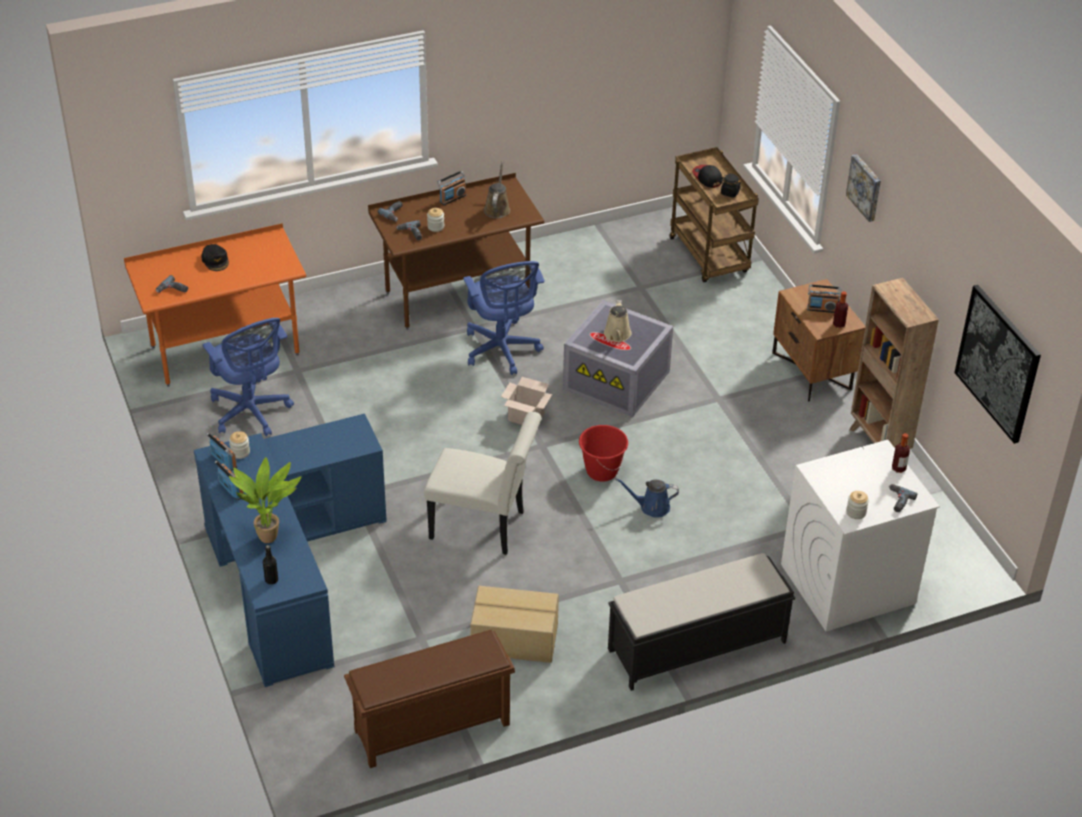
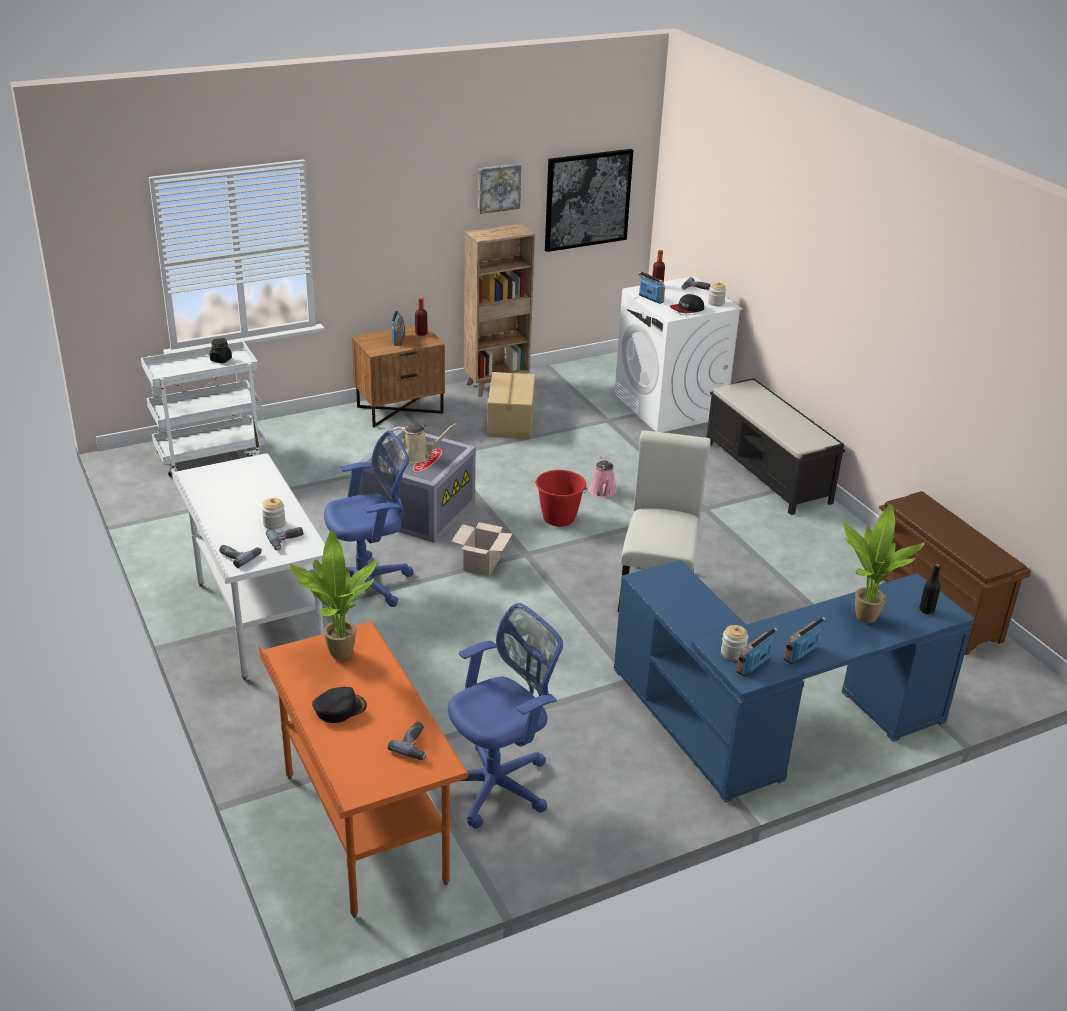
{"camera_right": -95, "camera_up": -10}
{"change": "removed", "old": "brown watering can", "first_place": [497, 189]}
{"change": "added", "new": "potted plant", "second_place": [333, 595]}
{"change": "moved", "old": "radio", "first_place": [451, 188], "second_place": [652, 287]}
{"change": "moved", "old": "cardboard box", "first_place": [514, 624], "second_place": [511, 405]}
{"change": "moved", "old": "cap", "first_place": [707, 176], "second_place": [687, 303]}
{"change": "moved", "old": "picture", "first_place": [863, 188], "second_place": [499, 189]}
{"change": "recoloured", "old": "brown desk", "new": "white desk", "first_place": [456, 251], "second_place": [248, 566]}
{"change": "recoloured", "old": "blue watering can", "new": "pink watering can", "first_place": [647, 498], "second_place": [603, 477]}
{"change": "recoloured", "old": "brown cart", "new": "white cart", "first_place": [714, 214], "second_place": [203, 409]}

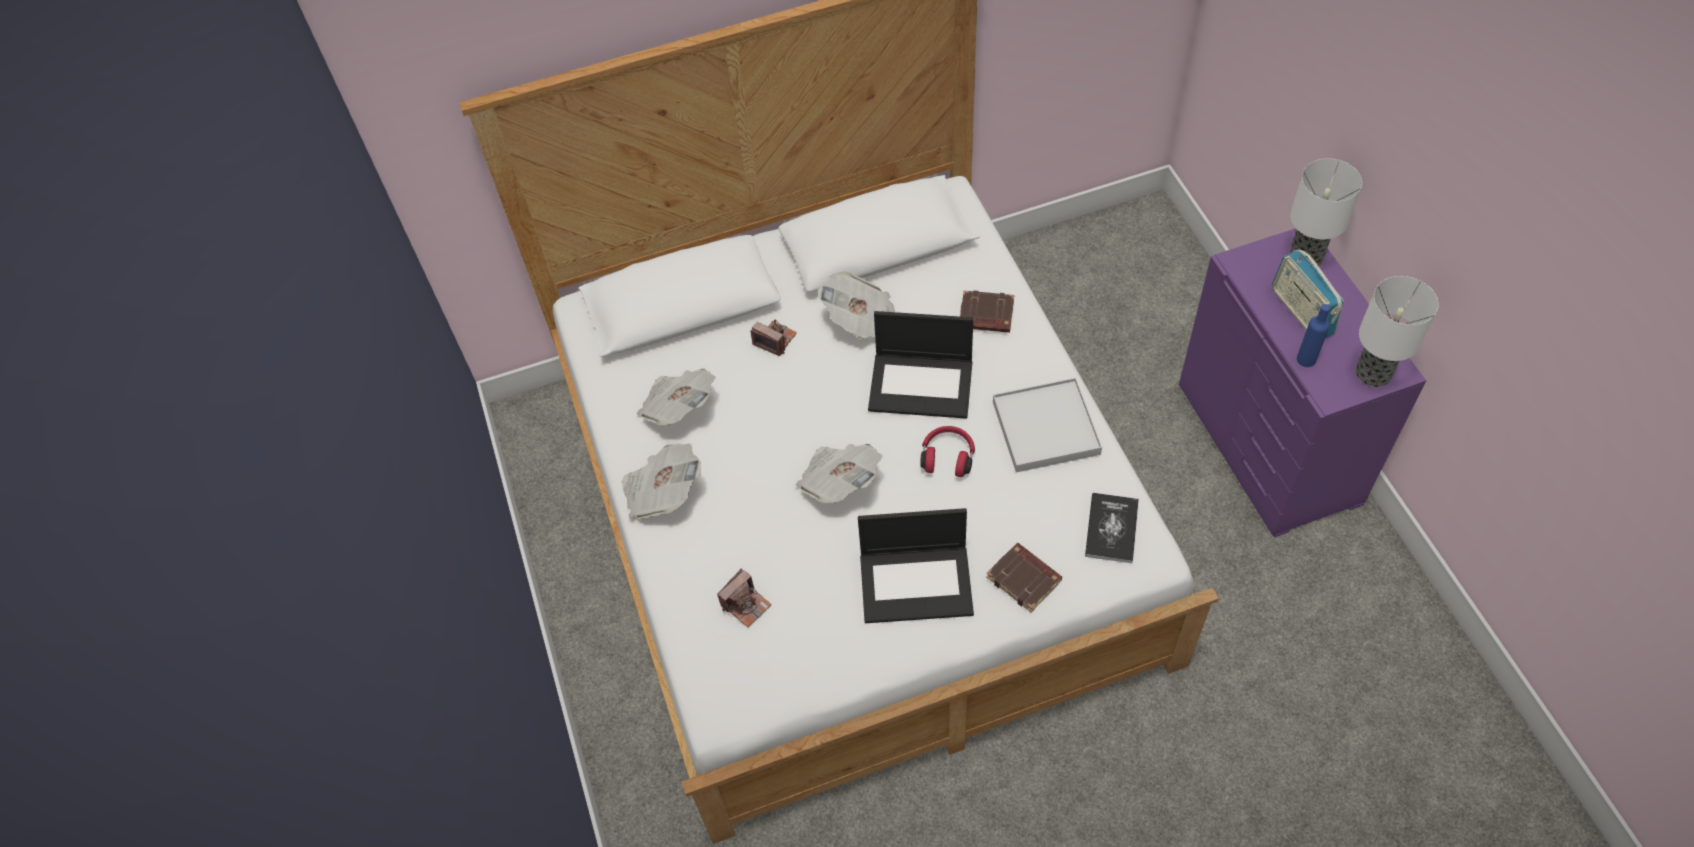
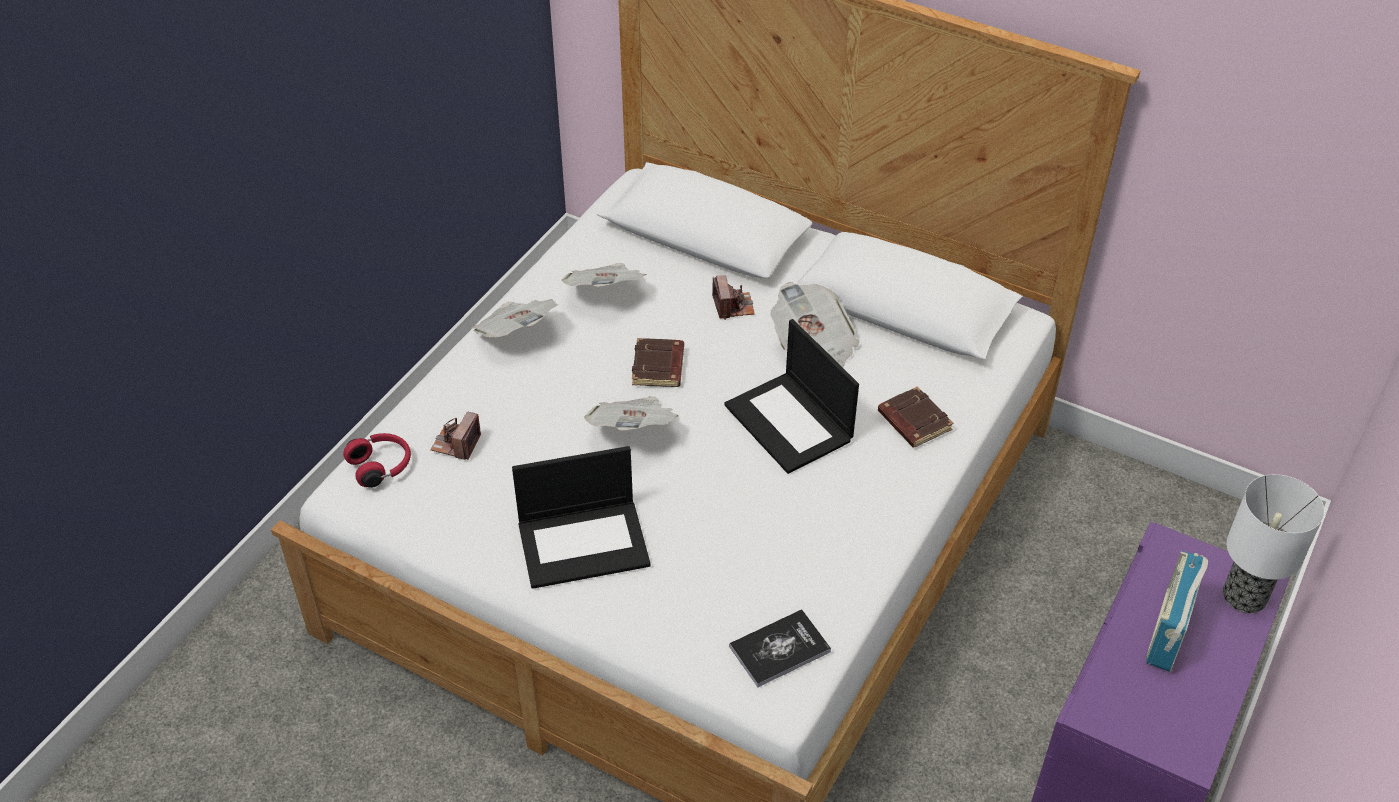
{"camera_right": 45, "camera_up": -10}
{"change": "removed", "old": "white tray", "first_place": [1047, 425]}
{"change": "removed", "old": "blue bottle", "first_place": [1313, 335]}
{"change": "removed", "old": "table lamp", "first_place": [1397, 331]}
{"change": "moved", "old": "red headphones", "first_place": [947, 451], "second_place": [377, 460]}
{"change": "moved", "old": "brown book", "first_place": [1024, 577], "second_place": [658, 362]}
{"change": "turned", "old": "photo camera", "first_place": [744, 597], "second_place": [455, 435], "degrees": 105}
{"change": "turned", "old": "laptop", "first_place": [916, 565], "second_place": [581, 517], "degrees": -60}

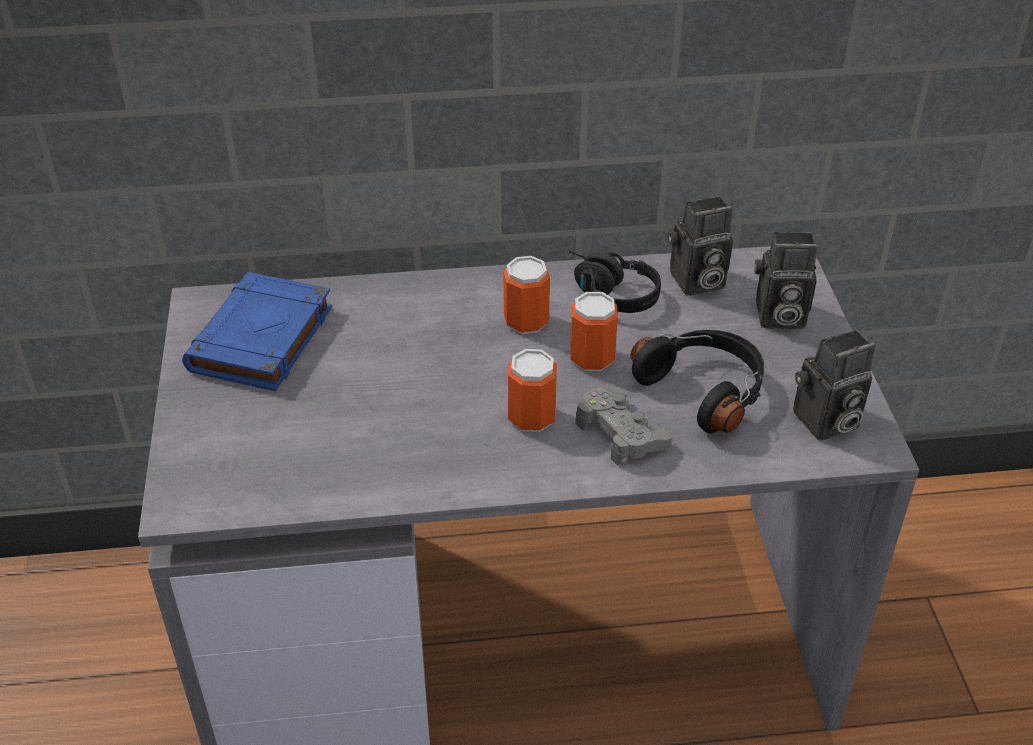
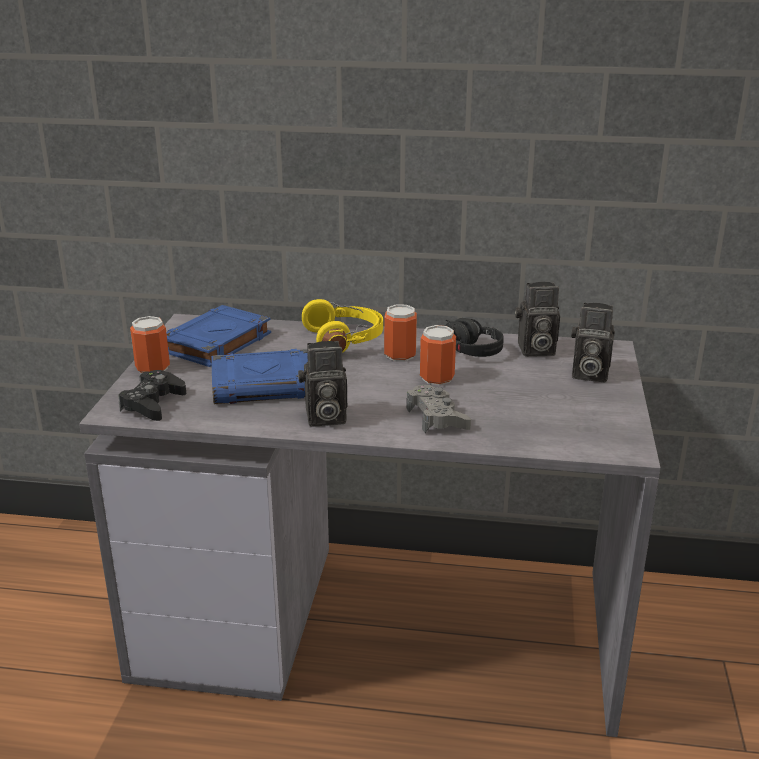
{"camera_right": 15, "camera_up": -15}
{"change": "removed", "old": "black headphones", "first_place": [697, 381]}
{"change": "added", "new": "black game controller", "second_place": [152, 395]}
{"change": "added", "new": "blue book", "second_place": [259, 376]}
{"change": "added", "new": "yellow headphones", "second_place": [342, 326]}
{"change": "moved", "old": "can", "first_place": [532, 390], "second_place": [150, 345]}
{"change": "moved", "old": "photo camera", "first_place": [834, 385], "second_place": [322, 384]}

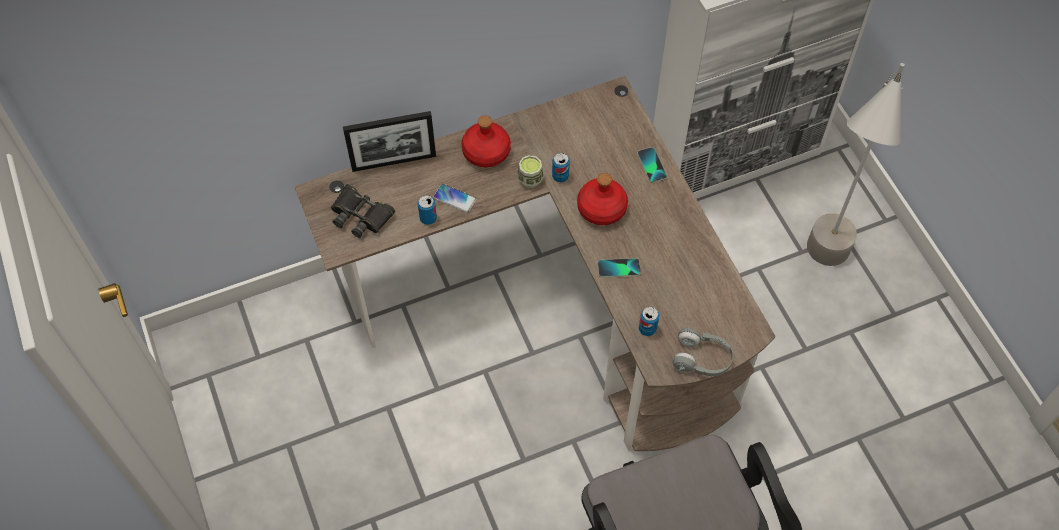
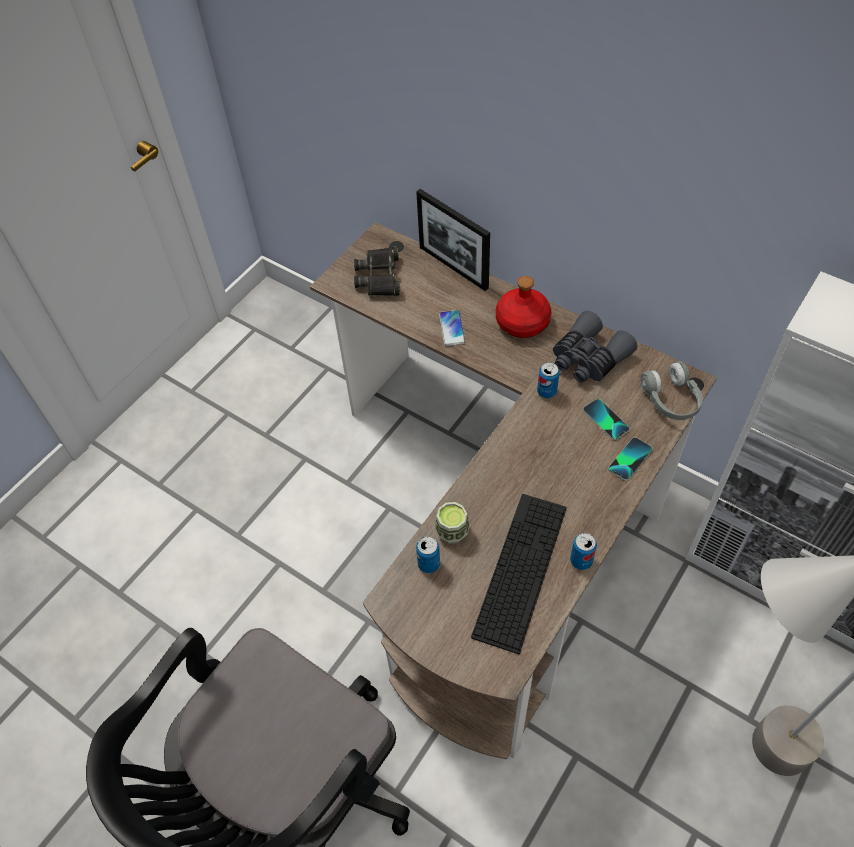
{"camera_right": 60, "camera_up": -5}
{"change": "removed", "old": "red bottle", "first_place": [602, 199]}
{"change": "added", "new": "keyboard", "second_place": [519, 574]}
{"change": "added", "new": "grey binoculars", "second_place": [595, 346]}
{"change": "moved", "old": "can", "first_place": [427, 210], "second_place": [583, 551]}
{"change": "moved", "old": "cup", "first_place": [530, 171], "second_place": [452, 522]}
{"change": "moved", "old": "phone", "first_place": [619, 268], "second_place": [606, 419]}
{"change": "moved", "old": "grey headphones", "first_place": [702, 351], "second_place": [671, 390]}

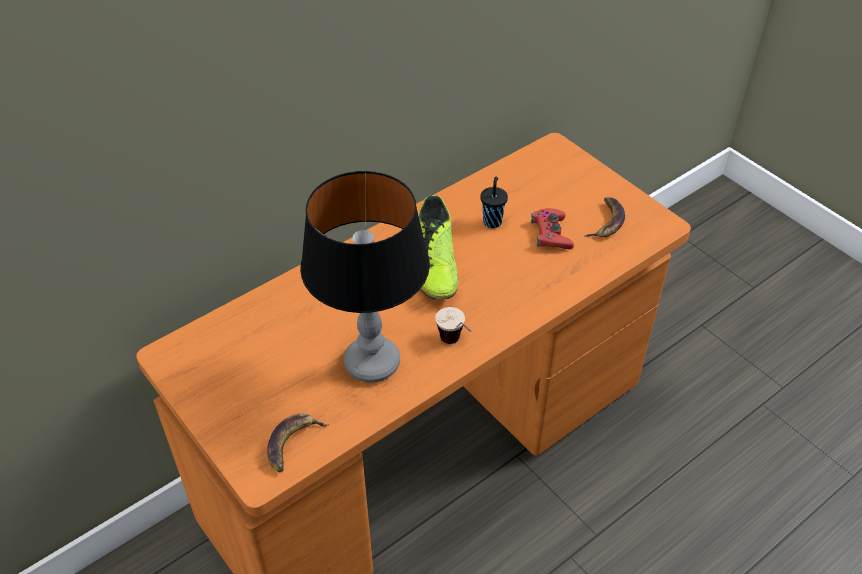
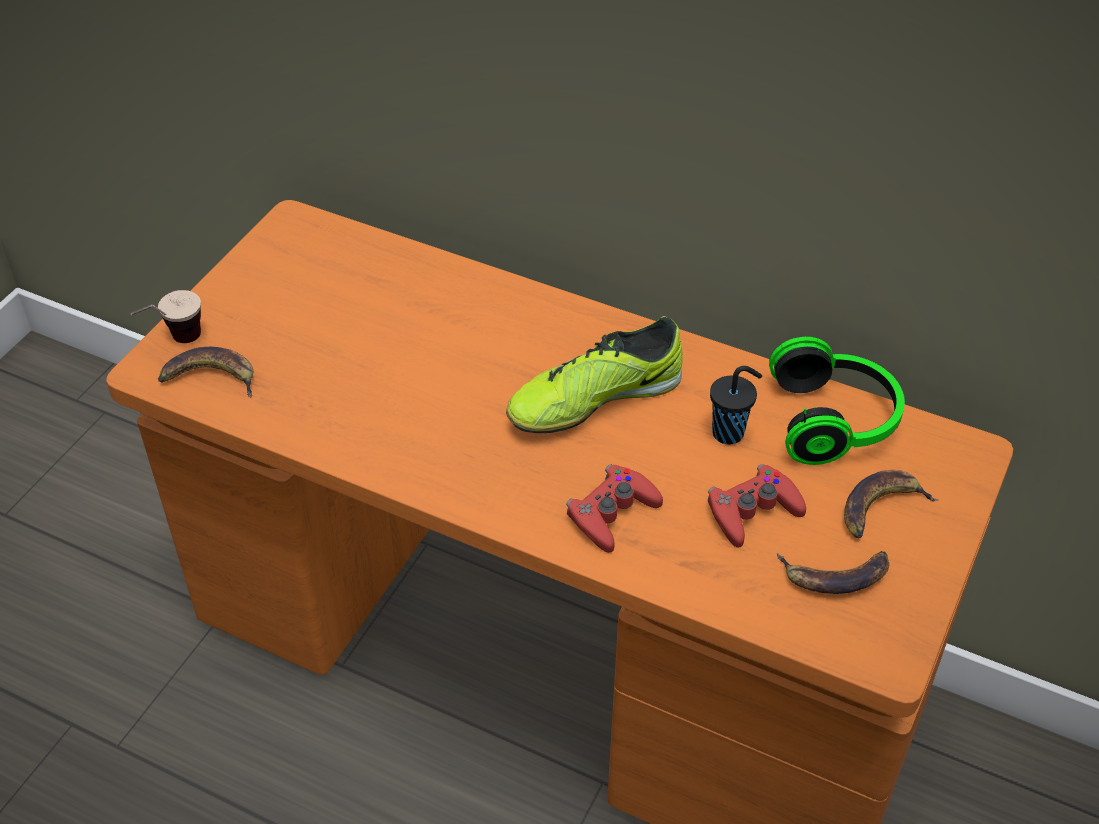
{"camera_right": 65, "camera_up": 0}
{"change": "removed", "old": "table lamp", "first_place": [365, 277]}
{"change": "added", "new": "red game controller", "second_place": [614, 508]}
{"change": "added", "new": "headphones", "second_place": [837, 401]}
{"change": "added", "new": "banana", "second_place": [891, 504]}
{"change": "moved", "old": "cup", "first_place": [453, 325], "second_place": [165, 316]}

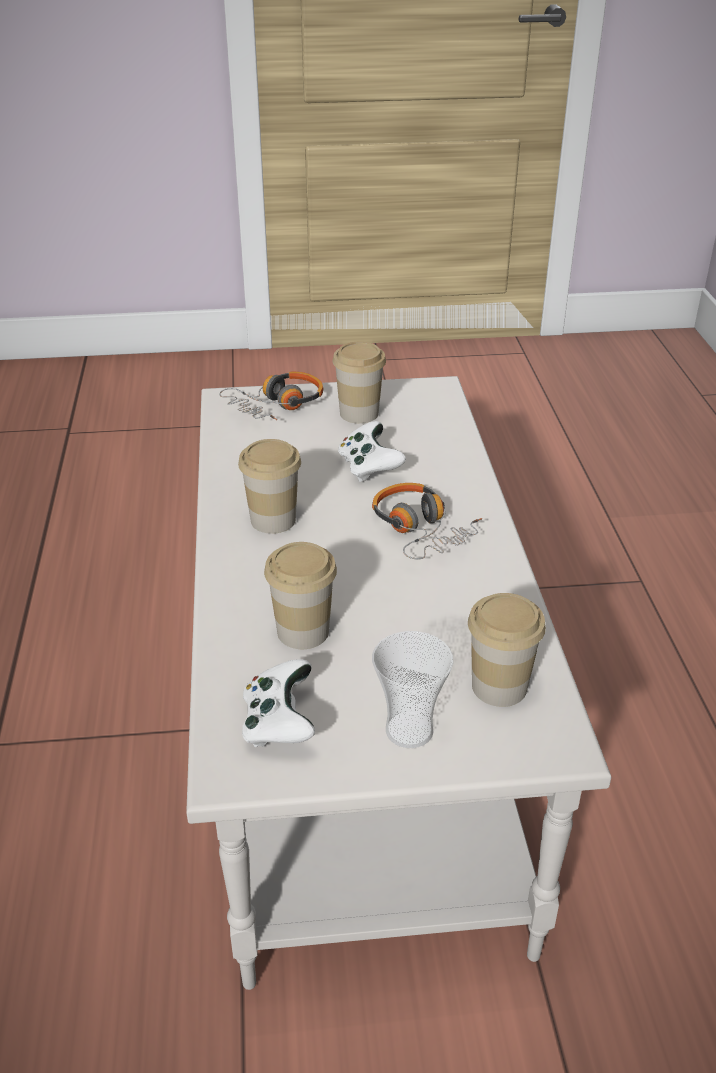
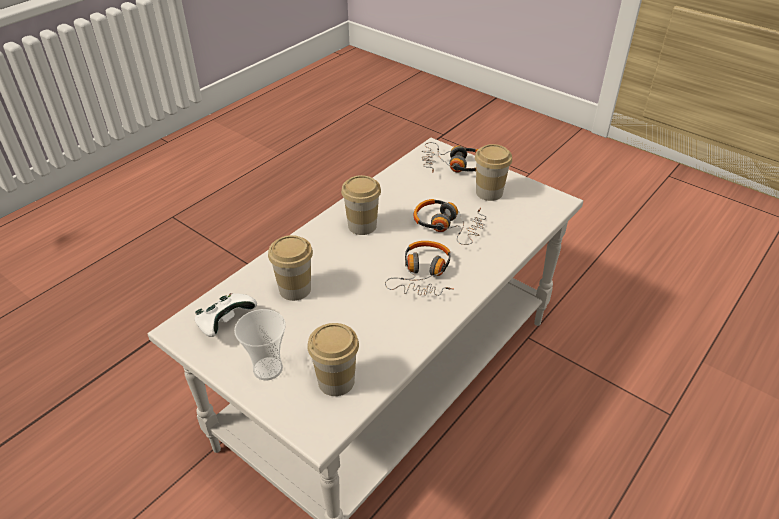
{"camera_right": 45, "camera_up": 5}
{"change": "replaced", "old": "white game controller", "new": "headphones", "first_place": [372, 451], "second_place": [449, 222]}

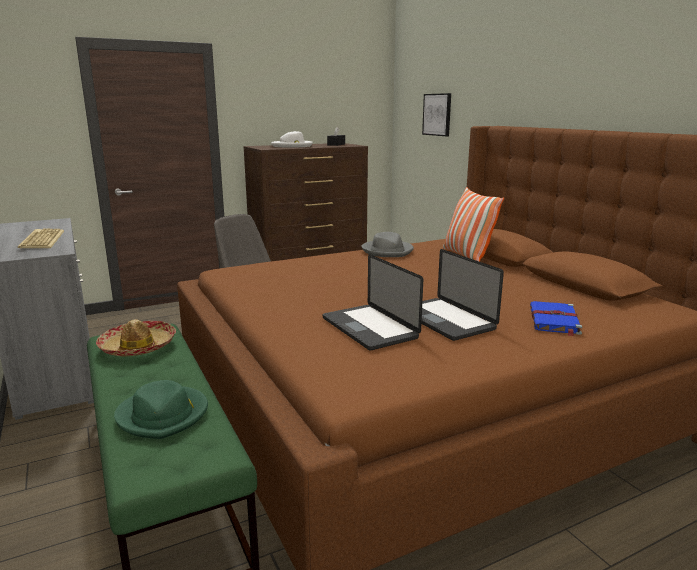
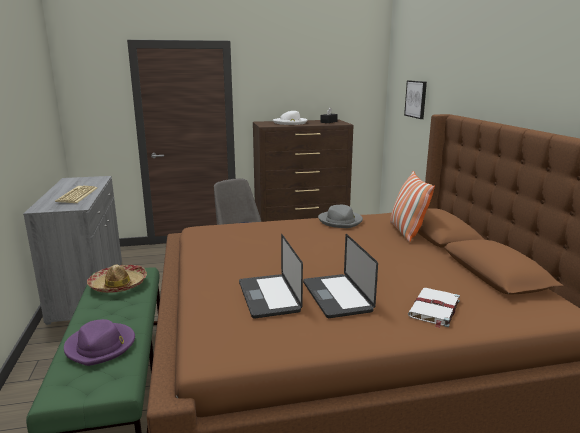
{"camera_right": 15, "camera_up": 0}
{"change": "recoloured", "old": "green hat", "new": "purple hat", "first_place": [161, 409], "second_place": [99, 342]}
{"change": "recoloured", "old": "blue book", "new": "white book", "first_place": [556, 318], "second_place": [434, 308]}

